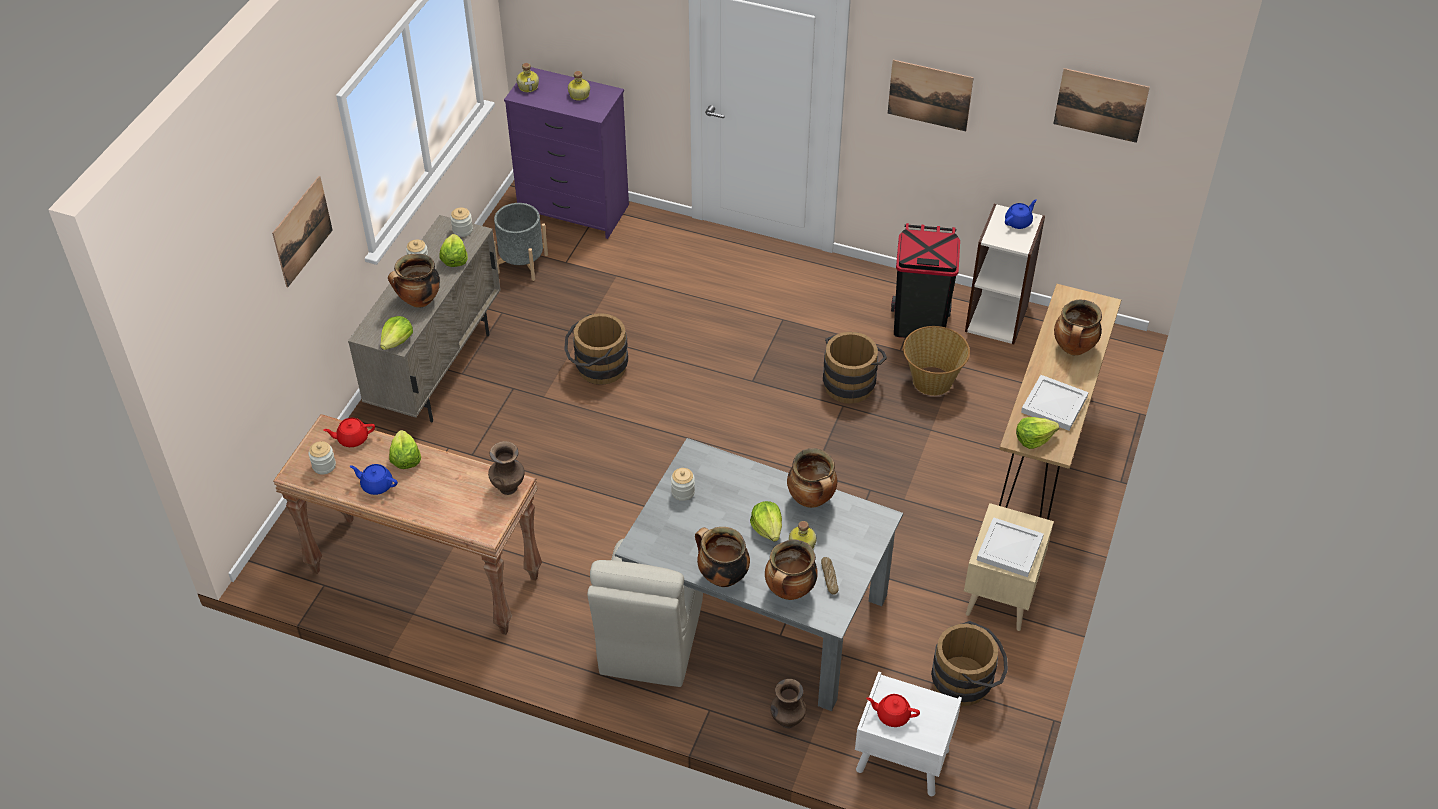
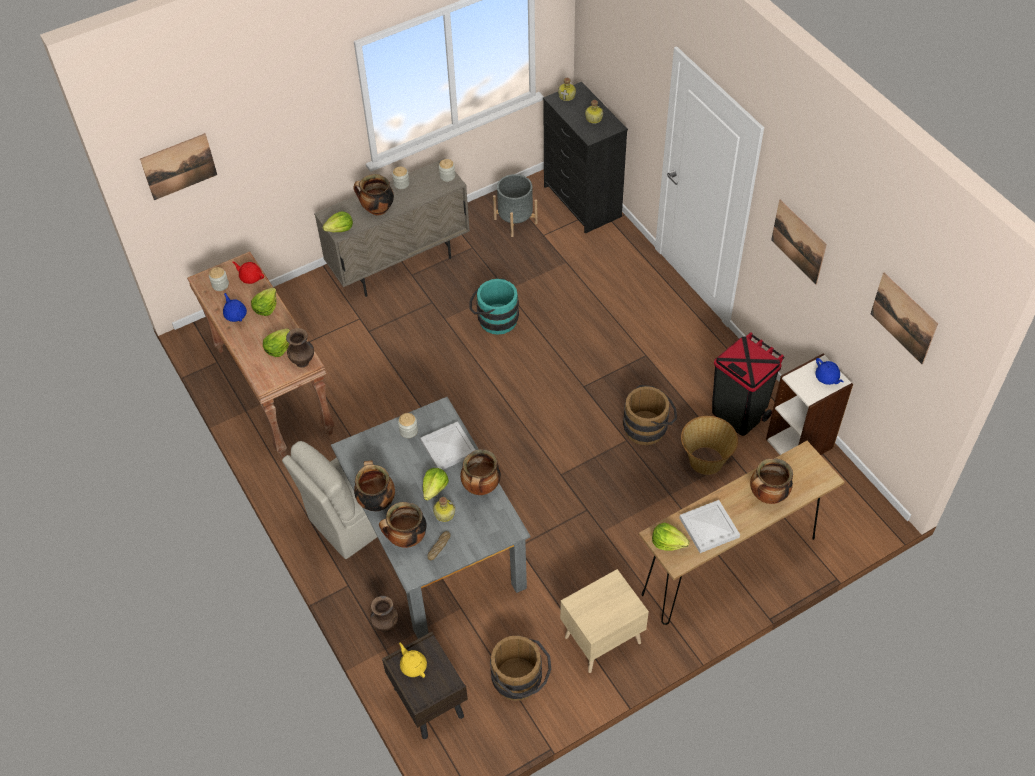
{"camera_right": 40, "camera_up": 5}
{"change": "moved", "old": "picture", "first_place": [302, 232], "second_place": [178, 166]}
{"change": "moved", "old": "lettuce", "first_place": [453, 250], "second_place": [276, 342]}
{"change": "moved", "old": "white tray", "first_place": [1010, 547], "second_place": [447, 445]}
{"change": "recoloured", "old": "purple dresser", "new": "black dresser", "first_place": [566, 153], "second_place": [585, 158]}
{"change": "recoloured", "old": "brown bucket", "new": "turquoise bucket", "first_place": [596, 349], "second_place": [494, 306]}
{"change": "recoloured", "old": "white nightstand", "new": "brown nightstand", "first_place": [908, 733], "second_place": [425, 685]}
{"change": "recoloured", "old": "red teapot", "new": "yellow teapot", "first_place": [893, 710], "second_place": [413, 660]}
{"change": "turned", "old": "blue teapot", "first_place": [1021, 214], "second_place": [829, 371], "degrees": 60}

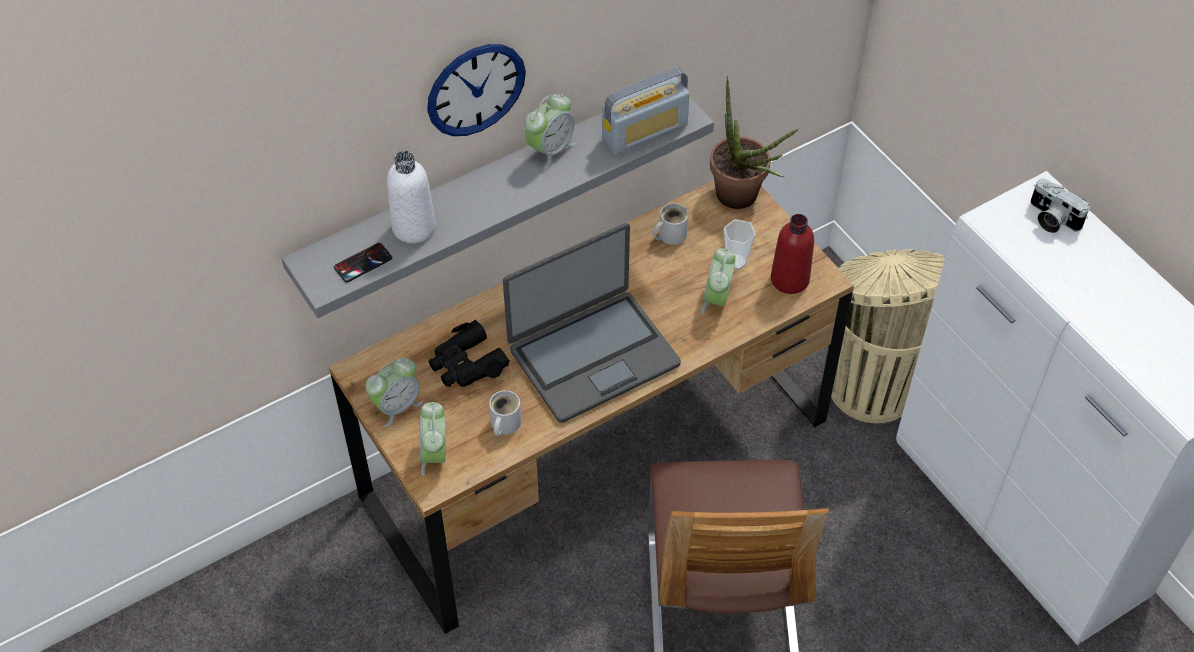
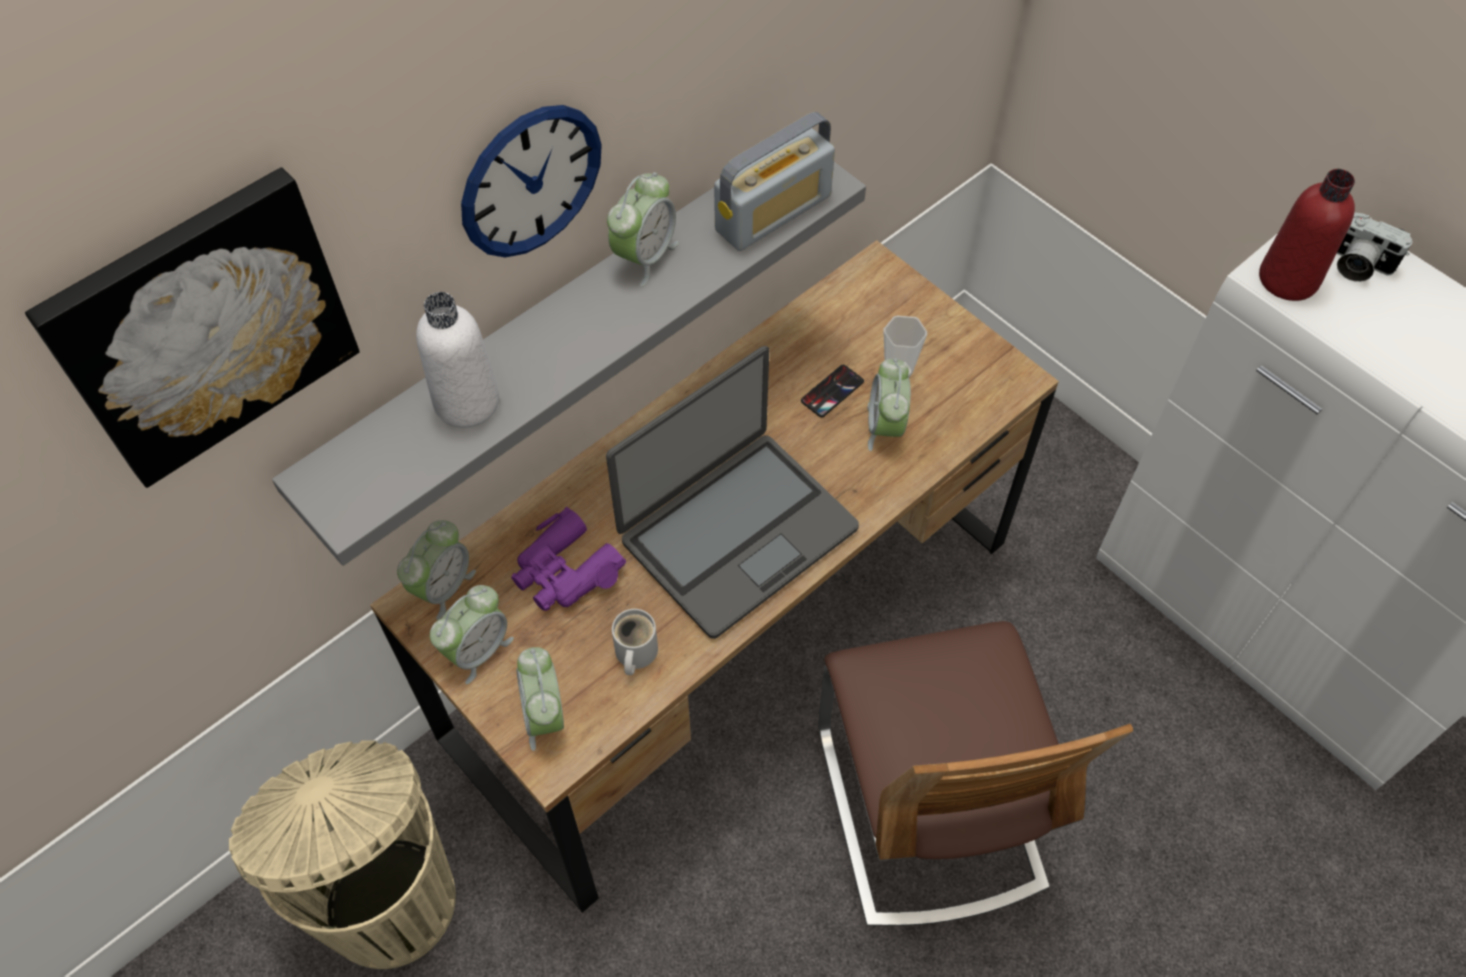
{"camera_right": -10, "camera_up": 5}
{"change": "removed", "old": "white mug", "first_place": [670, 224]}
{"change": "removed", "old": "potted plant", "first_place": [754, 142]}
{"change": "added", "new": "picture", "second_place": [192, 327]}
{"change": "added", "new": "alarm clock", "second_place": [436, 570]}
{"change": "moved", "old": "phone", "first_place": [363, 263], "second_place": [832, 391]}
{"change": "moved", "old": "red bottle", "first_place": [792, 254], "second_place": [1307, 235]}
{"change": "moved", "old": "beige trash can", "first_place": [888, 336], "second_place": [342, 854]}
{"change": "recoloured", "old": "black binoculars", "new": "purple binoculars", "first_place": [469, 353], "second_place": [568, 559]}

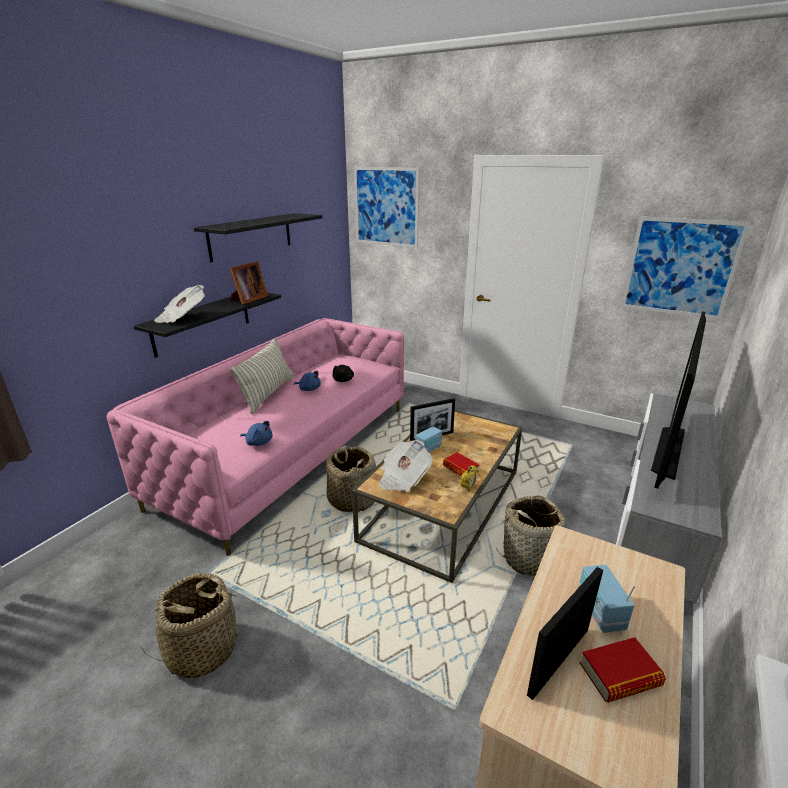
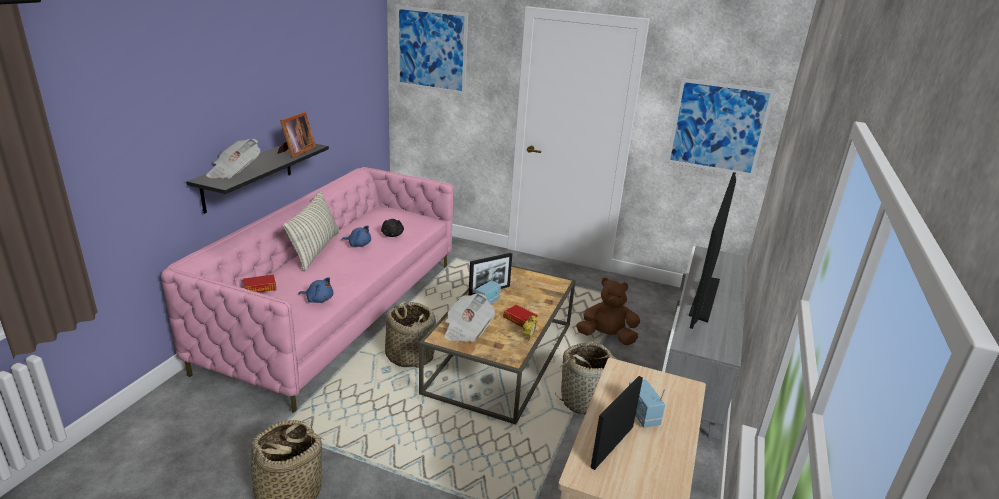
{"camera_right": -10, "camera_up": 0}
{"change": "removed", "old": "black shelf", "first_place": [258, 237]}
{"change": "added", "new": "brown plush toy", "second_place": [608, 311]}
{"change": "moved", "old": "book", "first_place": [623, 670], "second_place": [259, 283]}

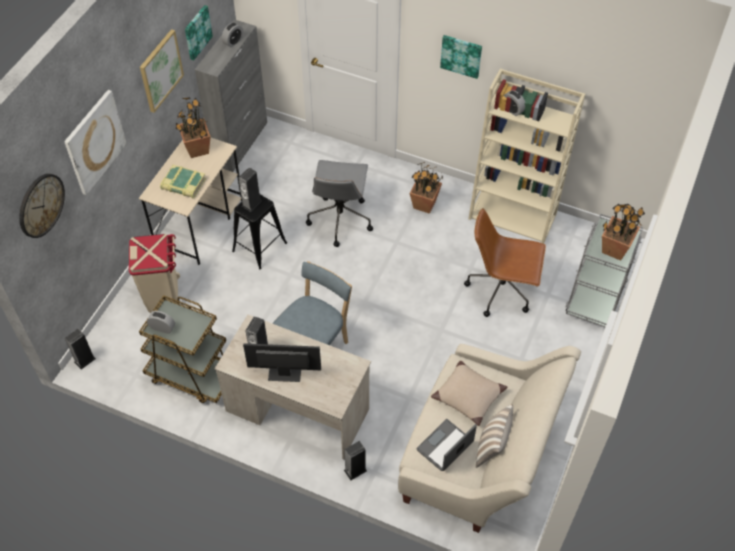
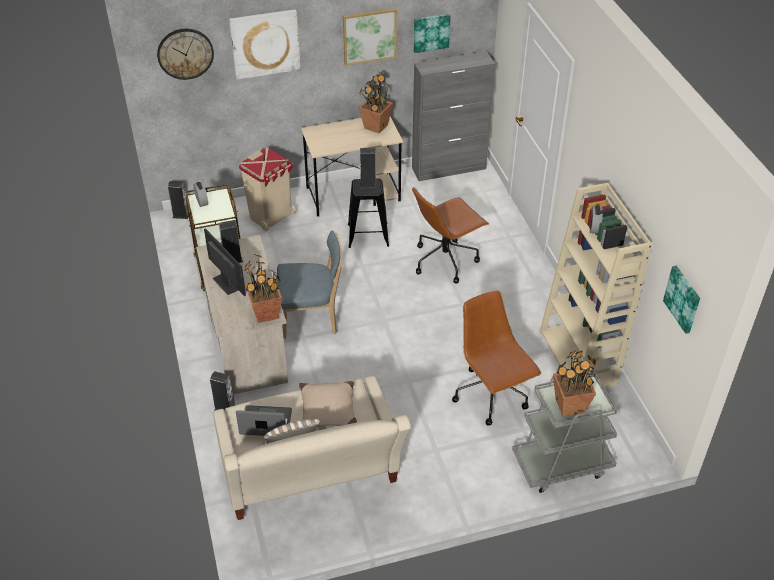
{"camera_right": 50, "camera_up": -10}
{"change": "removed", "old": "book", "first_place": [183, 181]}
{"change": "removed", "old": "alarm clock", "first_place": [232, 35]}
{"change": "moved", "old": "potted plant", "first_place": [426, 188], "second_place": [263, 288]}
{"change": "moved", "old": "picture", "first_place": [461, 57], "second_place": [681, 300]}
{"change": "recoloured", "old": "grey office chair", "new": "brown office chair", "first_place": [339, 203], "second_place": [450, 235]}

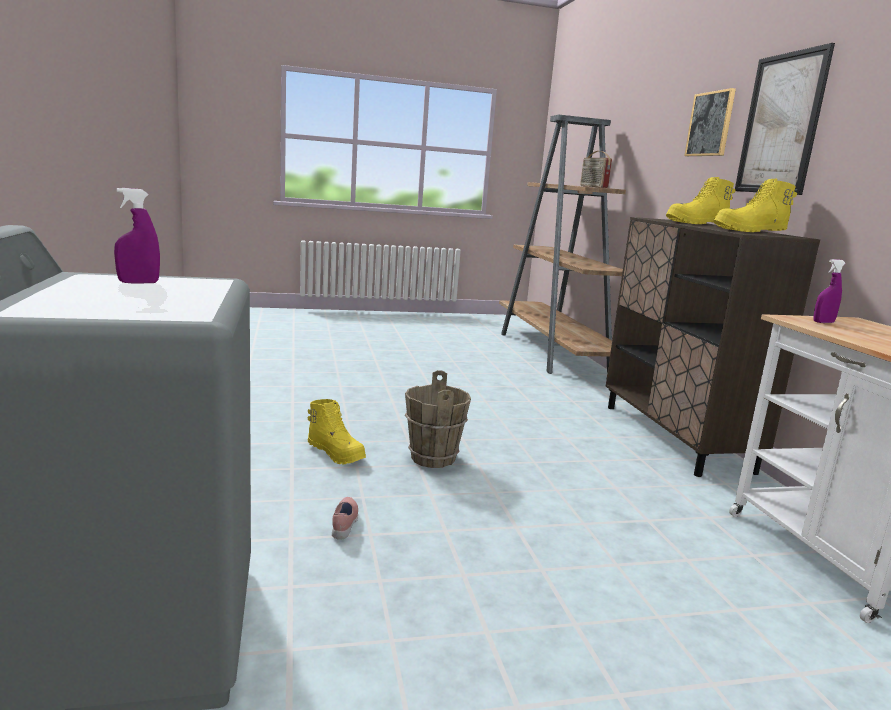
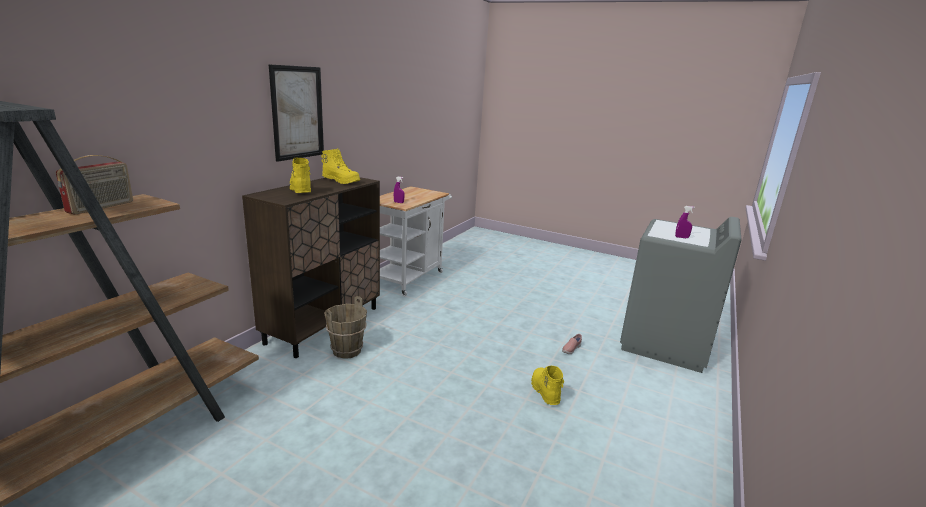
{"camera_right": -140, "camera_up": 5}
{"change": "removed", "old": "picture", "first_place": [710, 122]}
{"change": "moved", "old": "brown bucket", "first_place": [438, 419], "second_place": [345, 327]}
{"change": "turned", "old": "yellow boot", "first_place": [700, 200], "second_place": [300, 175], "degrees": -135}

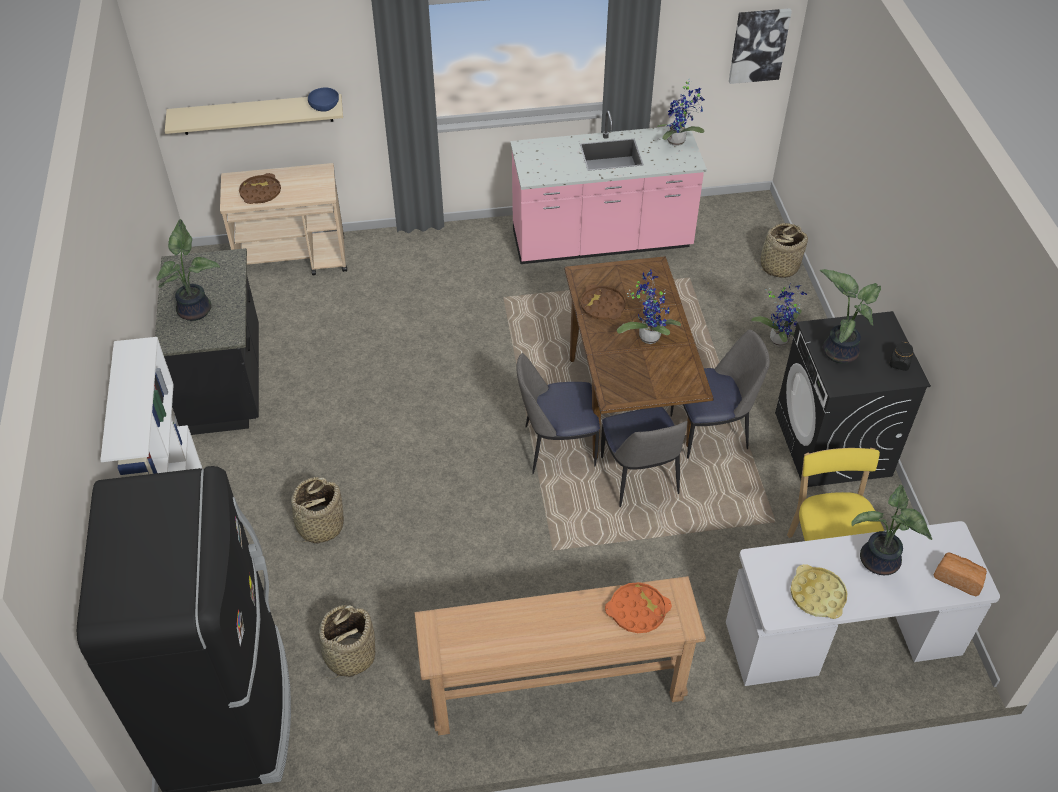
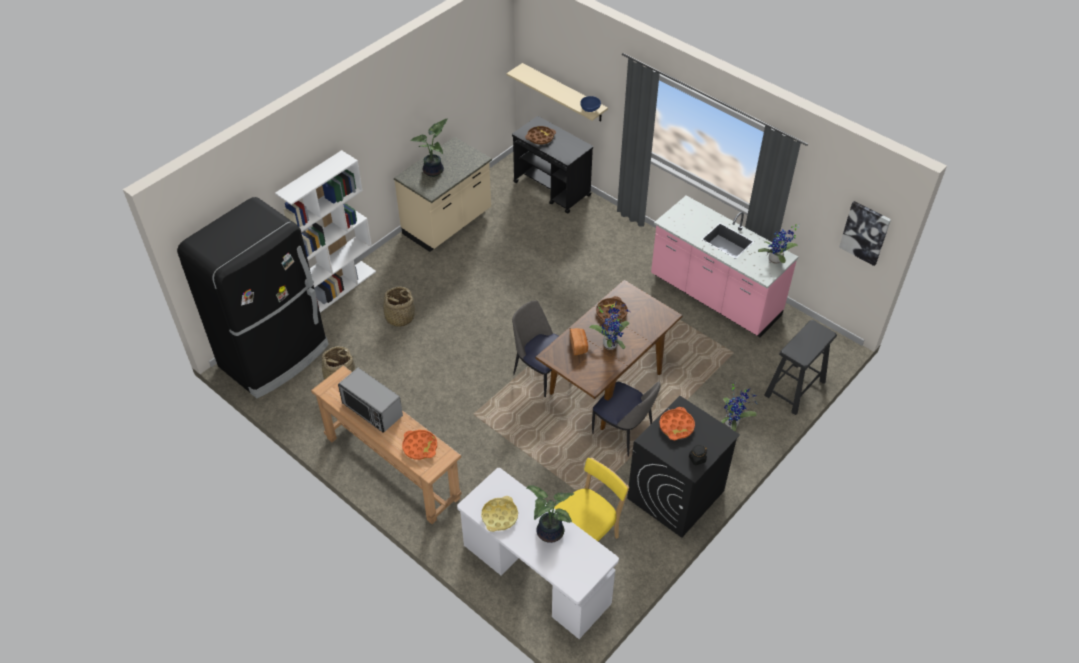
{"camera_right": 50, "camera_up": 0}
{"change": "removed", "old": "chair", "first_place": [644, 457]}
{"change": "added", "new": "microwave", "second_place": [370, 400]}
{"change": "moved", "old": "bread", "first_place": [960, 574], "second_place": [579, 341]}
{"change": "replaced", "old": "basket", "new": "black stool", "first_place": [781, 250], "second_place": [800, 367]}
{"change": "replaced", "old": "potted plant", "new": "orange tray", "first_place": [850, 316], "second_place": [677, 423]}
{"change": "recoloured", "old": "black counter", "new": "beige counter", "first_place": [207, 341], "second_place": [443, 194]}
{"change": "recoloured", "old": "beige cart", "new": "black cart", "first_place": [283, 219], "second_place": [552, 165]}

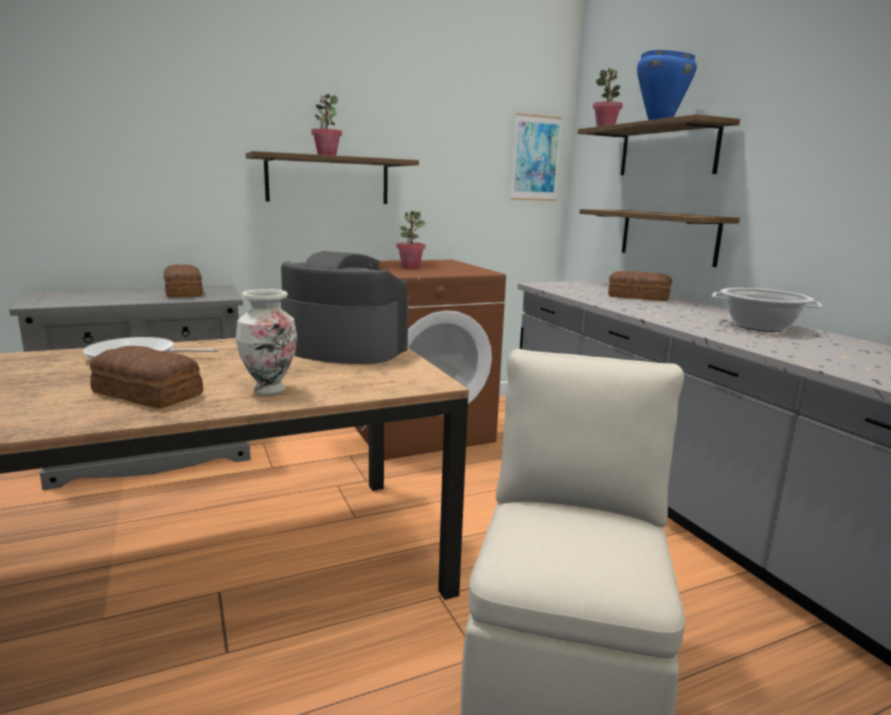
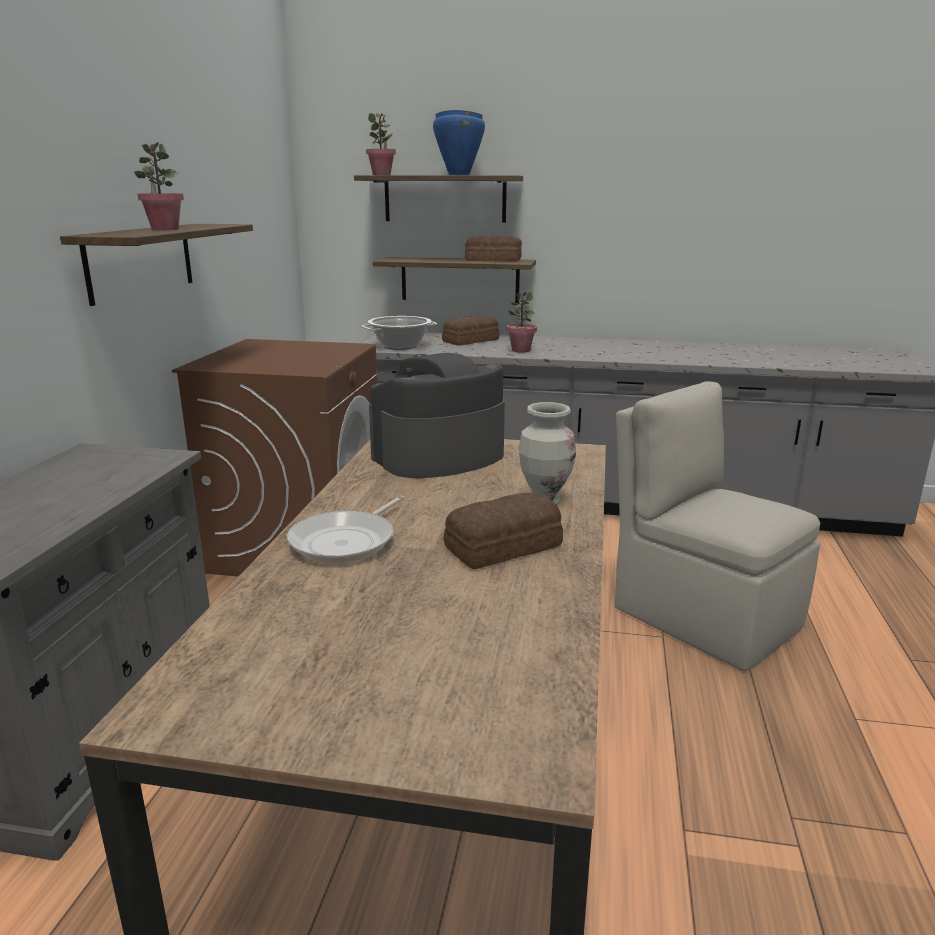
{"camera_right": -55, "camera_up": 5}
{"change": "removed", "old": "picture", "first_place": [537, 157]}
{"change": "moved", "old": "bread", "first_place": [183, 280], "second_place": [493, 249]}
{"change": "moved", "old": "potted plant", "first_place": [411, 239], "second_place": [521, 322]}
{"change": "moved", "old": "cooking pot", "first_place": [767, 310], "second_place": [399, 333]}

